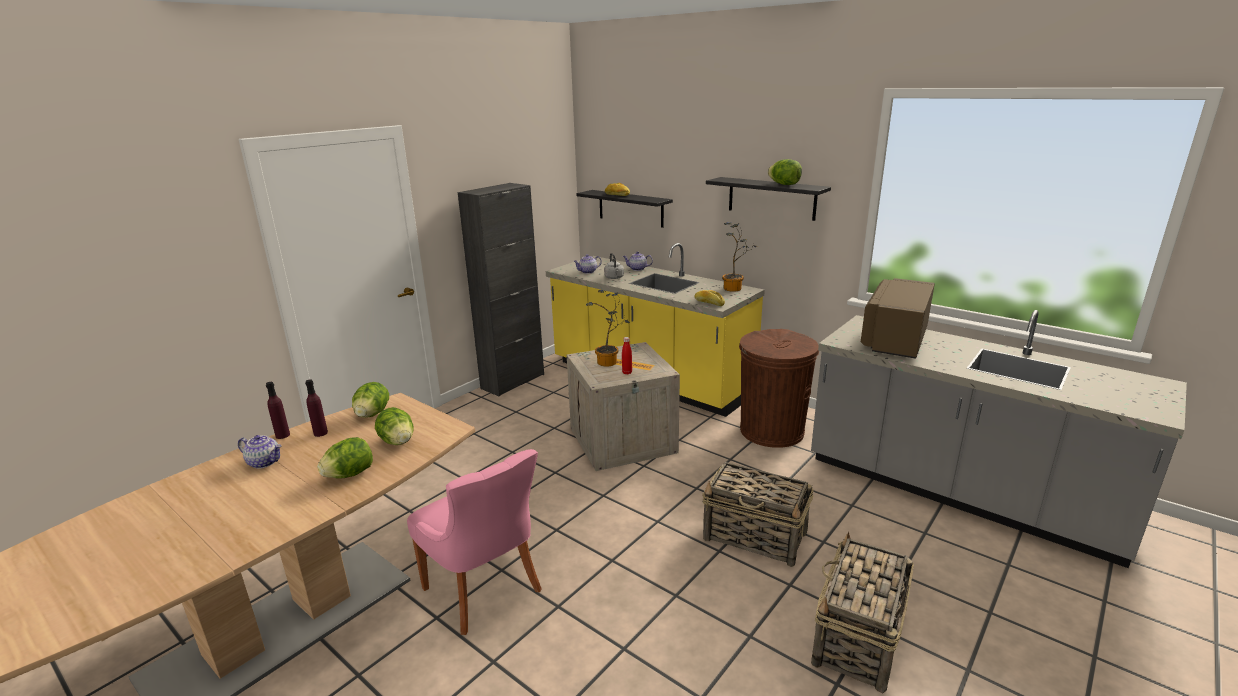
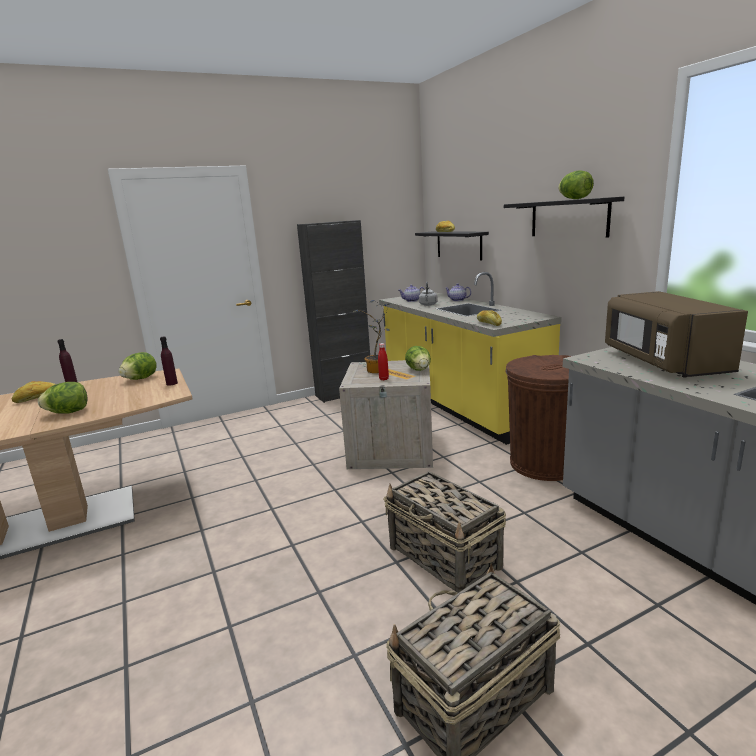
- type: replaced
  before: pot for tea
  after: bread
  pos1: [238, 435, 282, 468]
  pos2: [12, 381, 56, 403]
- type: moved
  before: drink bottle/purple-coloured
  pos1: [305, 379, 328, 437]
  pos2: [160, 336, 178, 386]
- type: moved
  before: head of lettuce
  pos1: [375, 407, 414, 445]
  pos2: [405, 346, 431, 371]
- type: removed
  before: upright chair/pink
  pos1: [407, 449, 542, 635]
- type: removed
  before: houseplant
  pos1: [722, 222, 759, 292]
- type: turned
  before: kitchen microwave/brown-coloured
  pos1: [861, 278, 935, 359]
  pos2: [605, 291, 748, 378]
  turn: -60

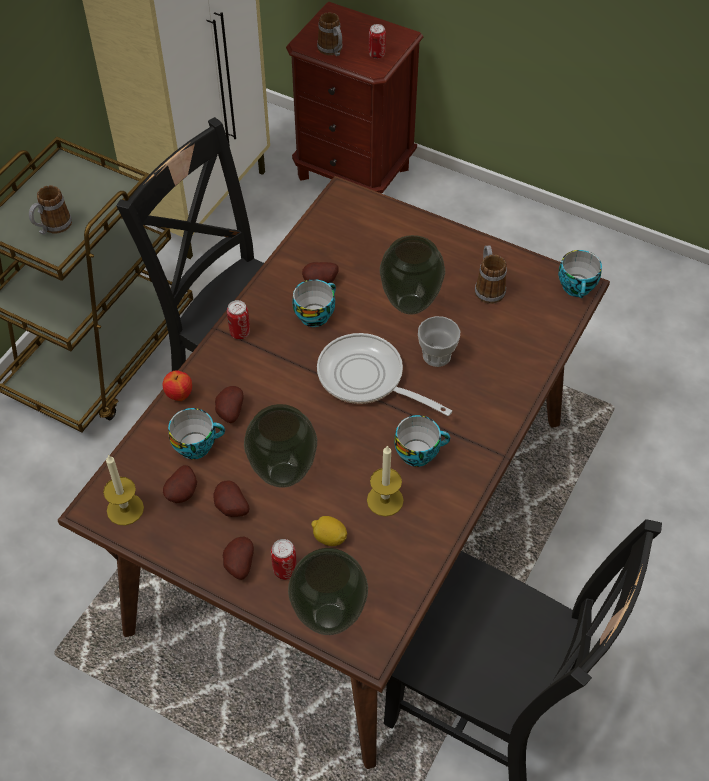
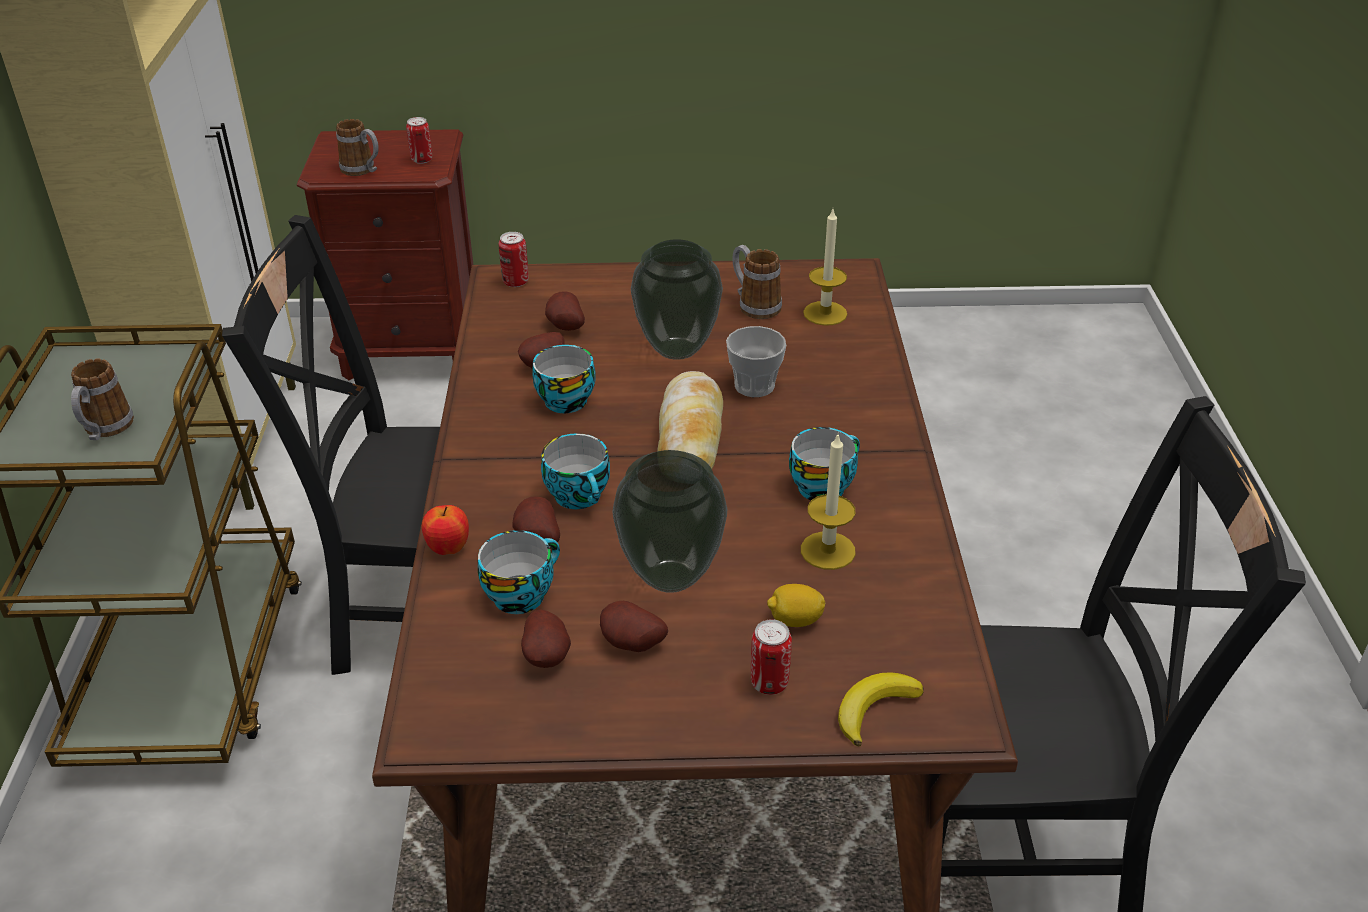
- type: moved
  before: wax light
  pos1: [103, 454, 144, 525]
  pos2: [803, 209, 847, 326]
- type: moved
  before: potato
  pos1: [223, 537, 254, 580]
  pos2: [545, 291, 585, 331]
- type: moved
  before: metal can
  pos1: [227, 300, 250, 339]
  pos2: [499, 232, 529, 287]
- type: replaced
  before: decorative vase
  after: banana fruit
  pos1: [288, 548, 368, 635]
  pos2: [838, 672, 924, 747]
- type: replaced
  before: pan
  after: bread
  pos1: [317, 333, 452, 416]
  pos2: [657, 371, 723, 469]
- type: moved
  before: small cup
  pos1: [558, 250, 602, 298]
  pos2: [541, 433, 610, 509]

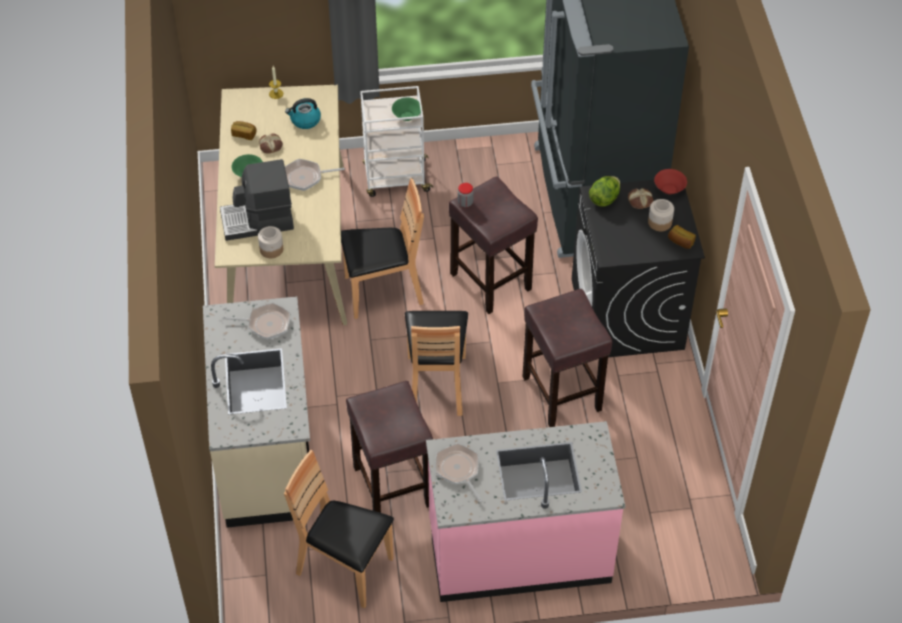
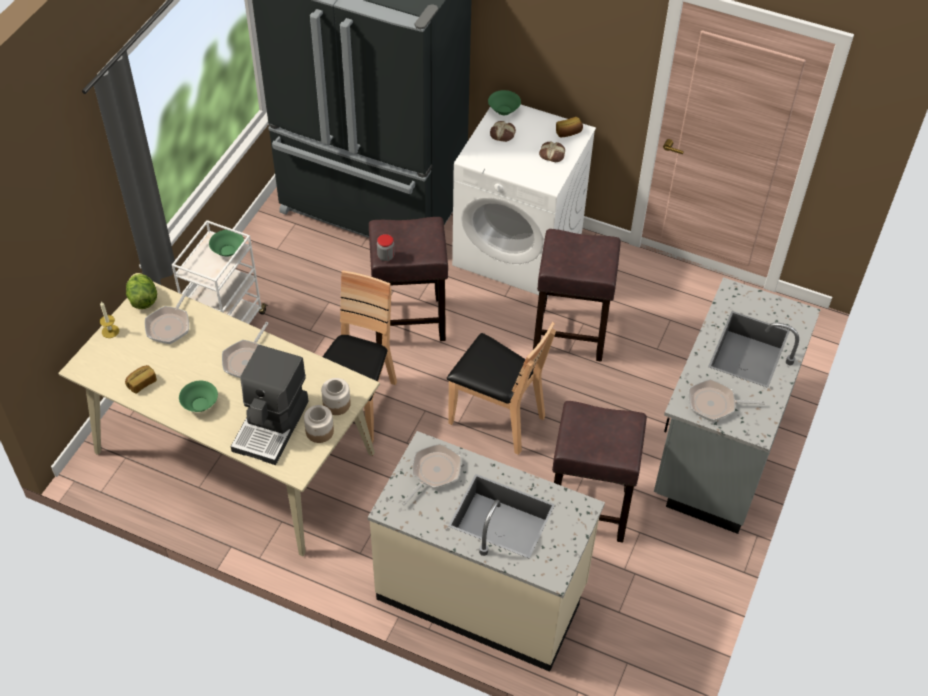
- type: moved
  before: bread
  pos1: [259, 134, 283, 154]
  pos2: [539, 142, 565, 162]
- type: removed
  before: upright chair/brown-coloured
  pos1: [284, 450, 394, 608]
- type: replaced
  before: water kettle
  after: pan
  pos1: [285, 98, 321, 129]
  pos2: [145, 288, 189, 344]
- type: recoloured
  before: kitchen counter/pink
  after: kitchen counter/grey
  pos1: [426, 421, 625, 602]
  pos2: [654, 277, 821, 534]
- type: recoloured
  before: laundry machine/black-coloured
  after: laundry machine/white
  pos1: [572, 180, 705, 357]
  pos2: [452, 105, 596, 297]
- type: moved
  before: head of lettuce
  pos1: [589, 176, 620, 207]
  pos2: [126, 273, 157, 309]
- type: moved
  before: storage jar
  pos1: [648, 199, 674, 231]
  pos2: [321, 378, 351, 415]
- type: recoloured
  before: deep dish/red-coloured
  after: deep dish/greenish
  pos1: [654, 169, 687, 194]
  pos2: [488, 90, 521, 115]

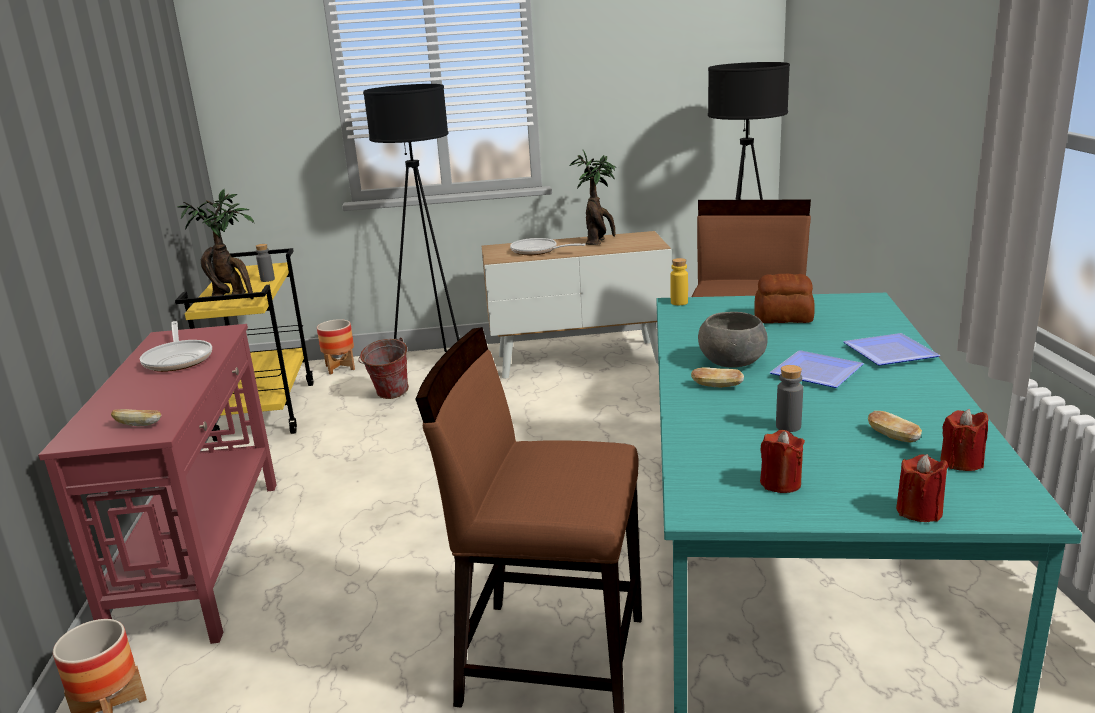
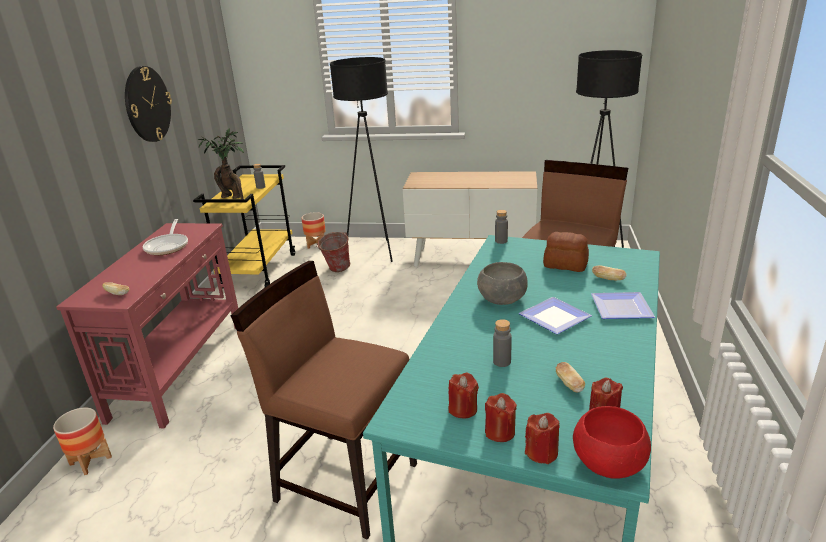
- type: removed
  before: pan
  pos1: [510, 238, 586, 255]
- type: removed
  before: houseplant
  pos1: [569, 150, 617, 245]
- type: recoloured
  before: drink bottle/yellowish
  after: drink bottle/grey
  pos1: [670, 258, 688, 305]
  pos2: [495, 210, 508, 244]
- type: moved
  before: bread
  pos1: [691, 367, 744, 388]
  pos2: [592, 266, 627, 280]
- type: added
  after: hanging clock
  pos2: [125, 66, 172, 142]
- type: added
  after: wax light/red-coloured
  pos2: [485, 393, 517, 442]
- type: added
  after: deep dish/red-coloured
  pos2: [573, 406, 651, 479]

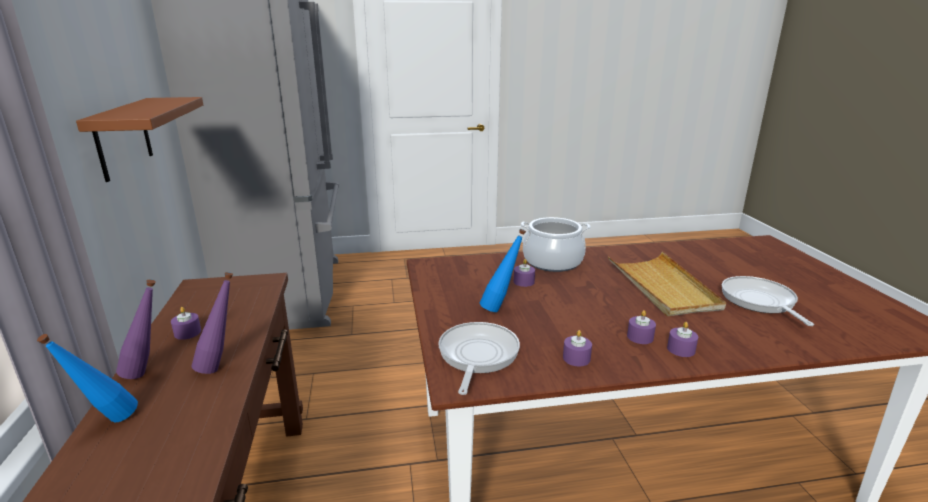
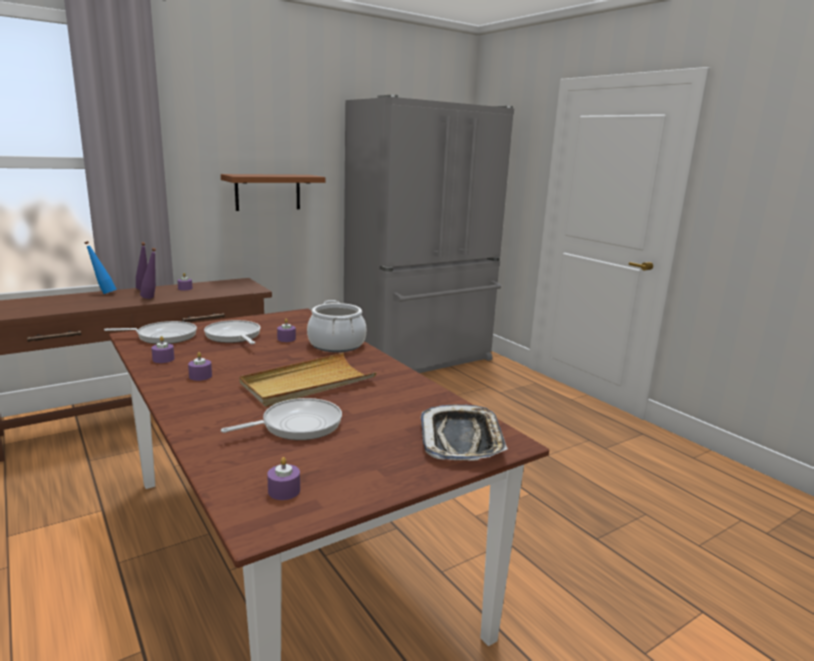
- type: replaced
  before: drink bottle/bluish
  after: pan
  pos1: [480, 229, 526, 312]
  pos2: [204, 320, 261, 344]
- type: moved
  before: wax light/purple-coloured
  pos1: [667, 322, 698, 357]
  pos2: [267, 457, 300, 500]
- type: added
  after: tray
  pos2: [421, 404, 508, 461]

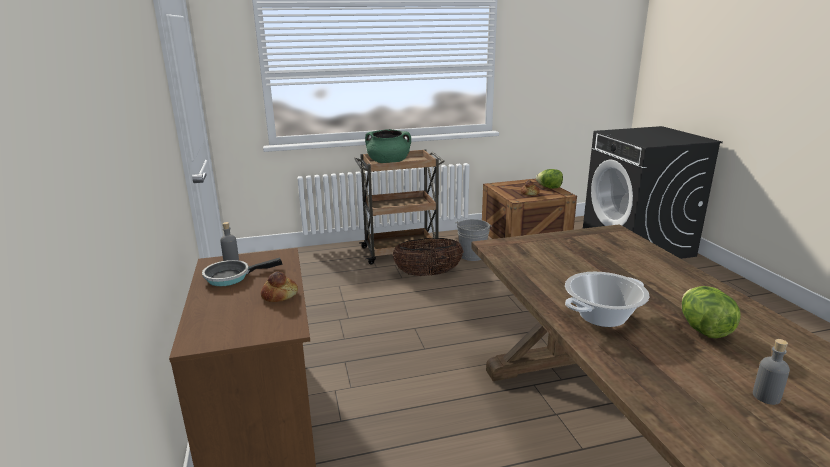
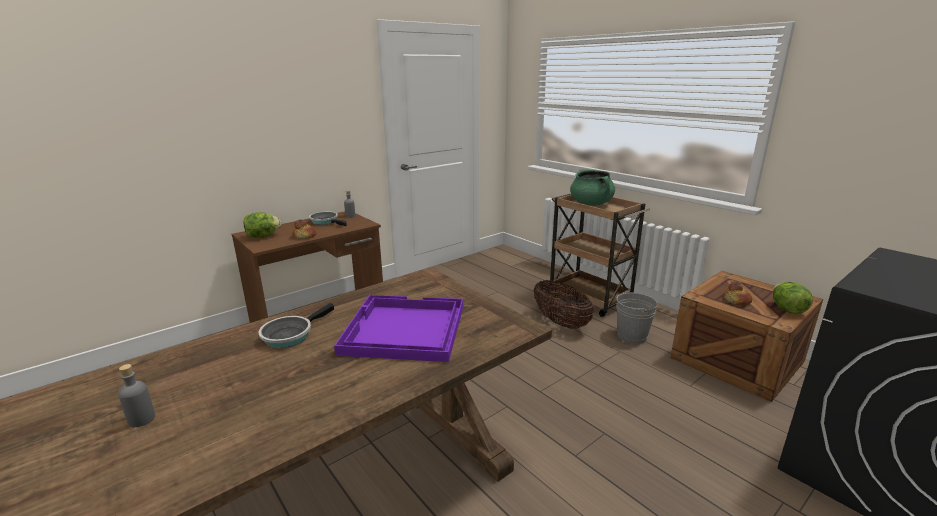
- type: replaced
  before: cooking pot
  after: pan
  pos1: [565, 272, 650, 327]
  pos2: [258, 303, 334, 348]
- type: moved
  before: head of lettuce
  pos1: [682, 286, 741, 339]
  pos2: [243, 212, 281, 238]
- type: added
  after: tray/purple-coloured
  pos2: [334, 295, 463, 362]

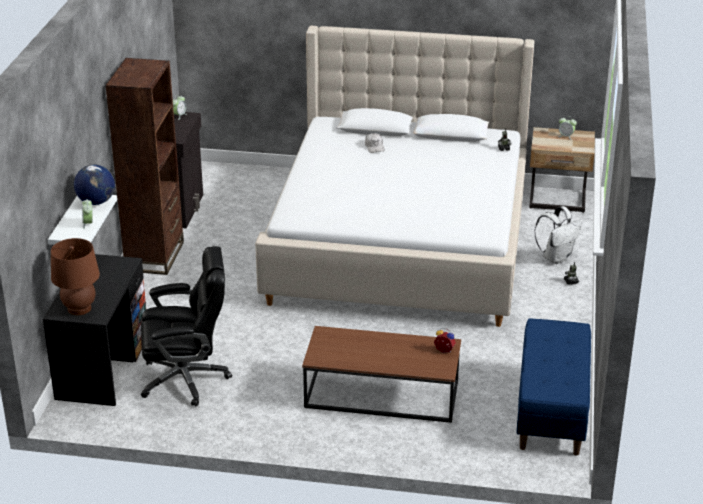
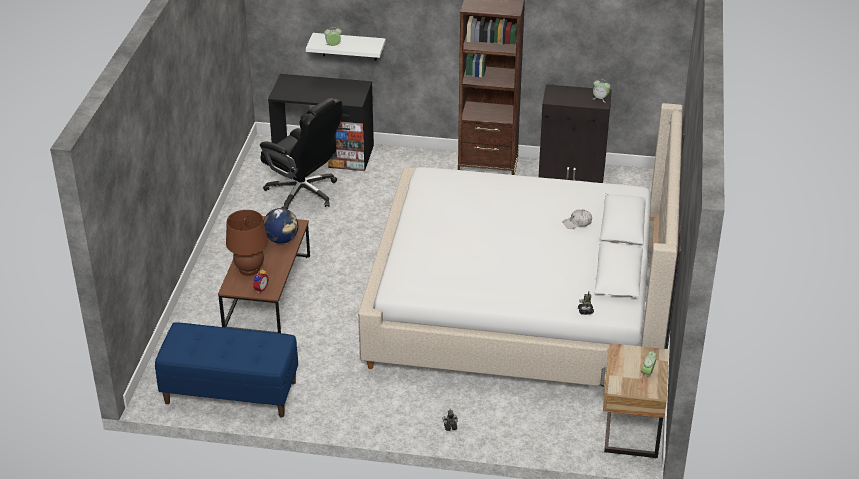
- type: moved
  before: lamp for a table/brown-coloured
  pos1: [51, 238, 100, 315]
  pos2: [226, 210, 268, 276]
- type: moved
  before: globe
  pos1: [74, 165, 115, 205]
  pos2: [264, 208, 298, 244]
- type: turned
  before: computer chair/black-coloured
  pos1: [141, 246, 232, 406]
  pos2: [260, 98, 342, 209]
  turn: -45
- type: removed
  before: knapsack/white
  pos1: [534, 206, 582, 264]

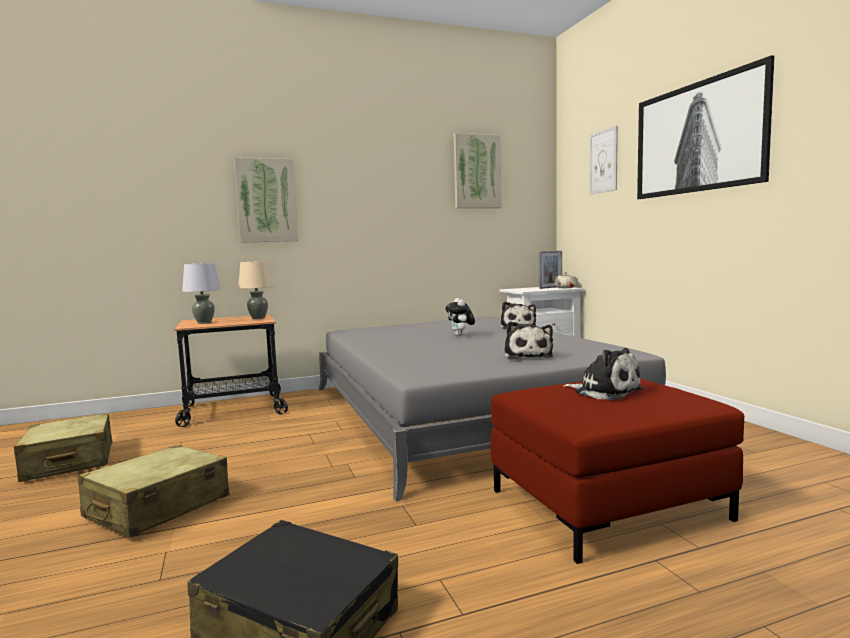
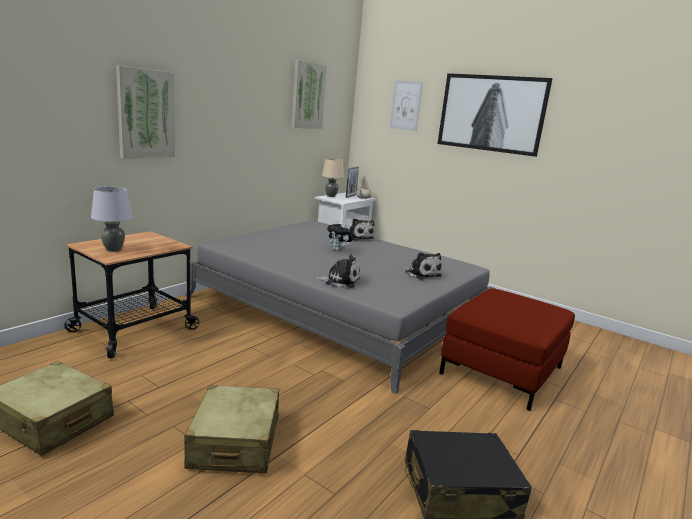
- type: moved
  before: lamp for a table/beige-coloured
  pos1: [238, 261, 274, 319]
  pos2: [322, 158, 344, 197]
- type: moved
  before: plush toy
  pos1: [563, 348, 643, 400]
  pos2: [315, 254, 360, 288]

